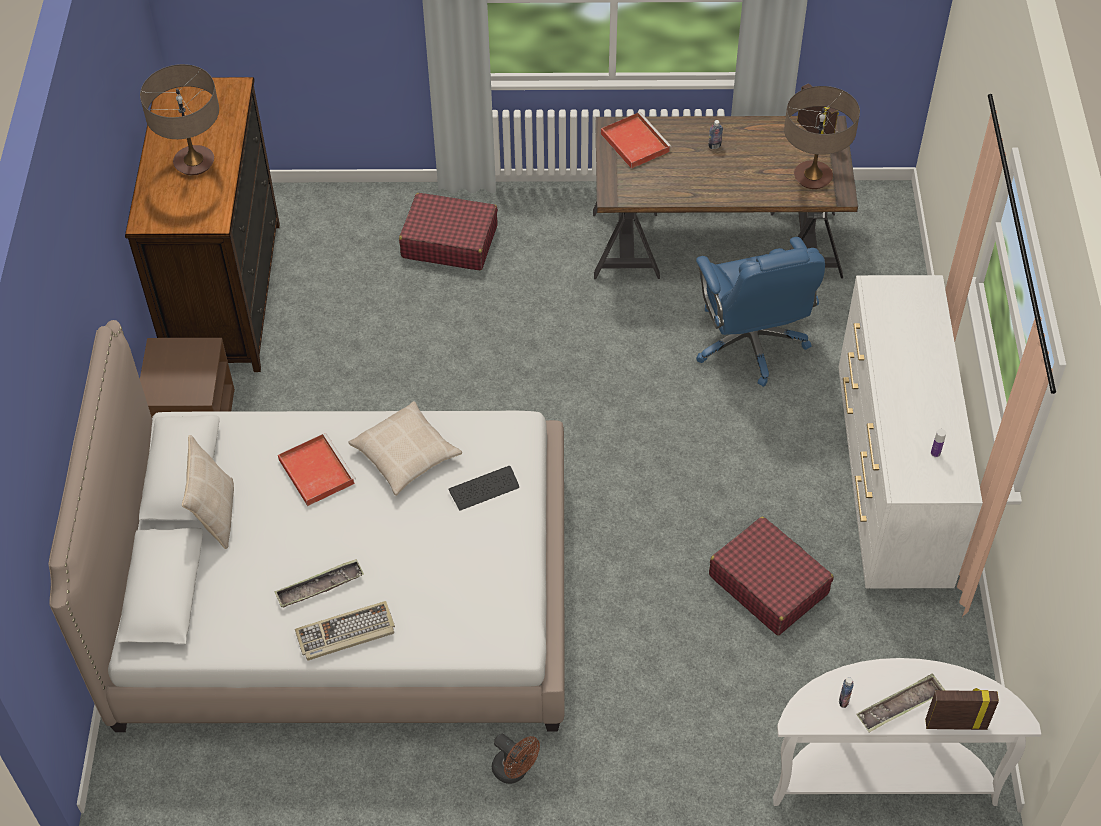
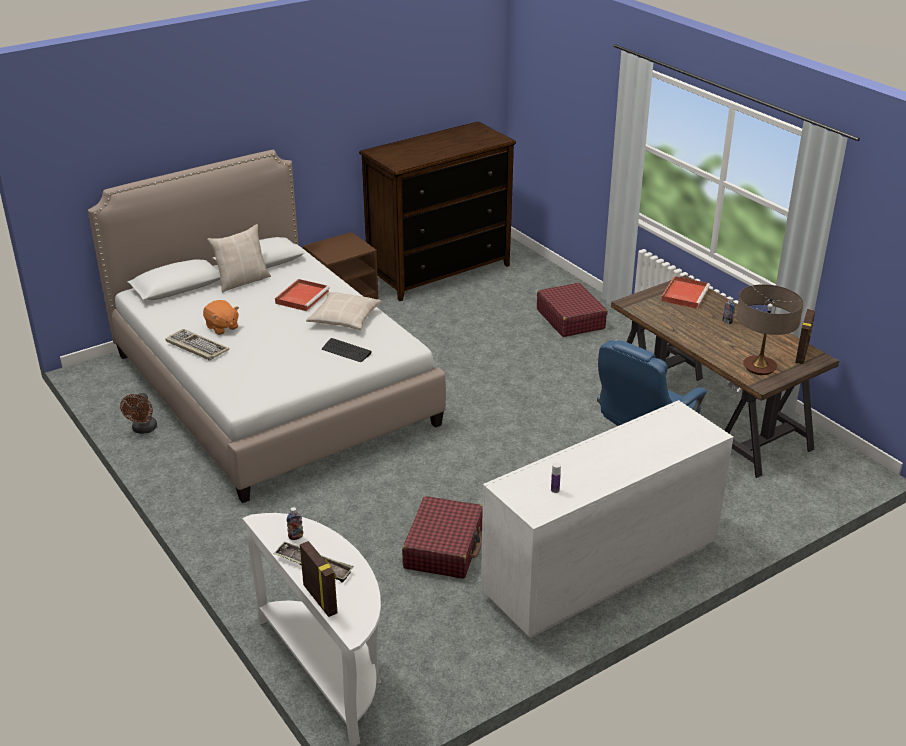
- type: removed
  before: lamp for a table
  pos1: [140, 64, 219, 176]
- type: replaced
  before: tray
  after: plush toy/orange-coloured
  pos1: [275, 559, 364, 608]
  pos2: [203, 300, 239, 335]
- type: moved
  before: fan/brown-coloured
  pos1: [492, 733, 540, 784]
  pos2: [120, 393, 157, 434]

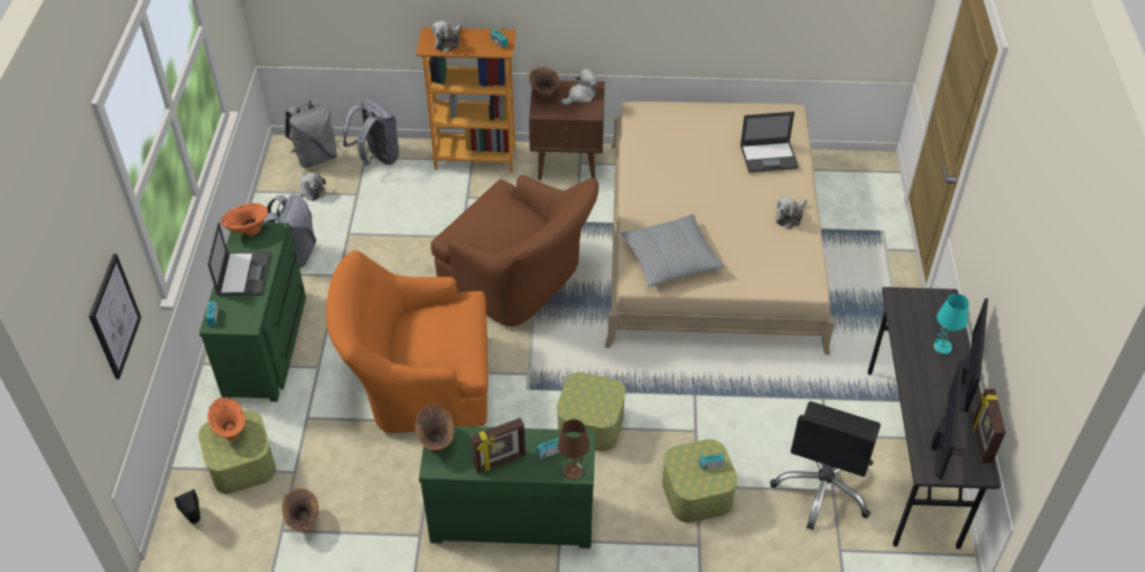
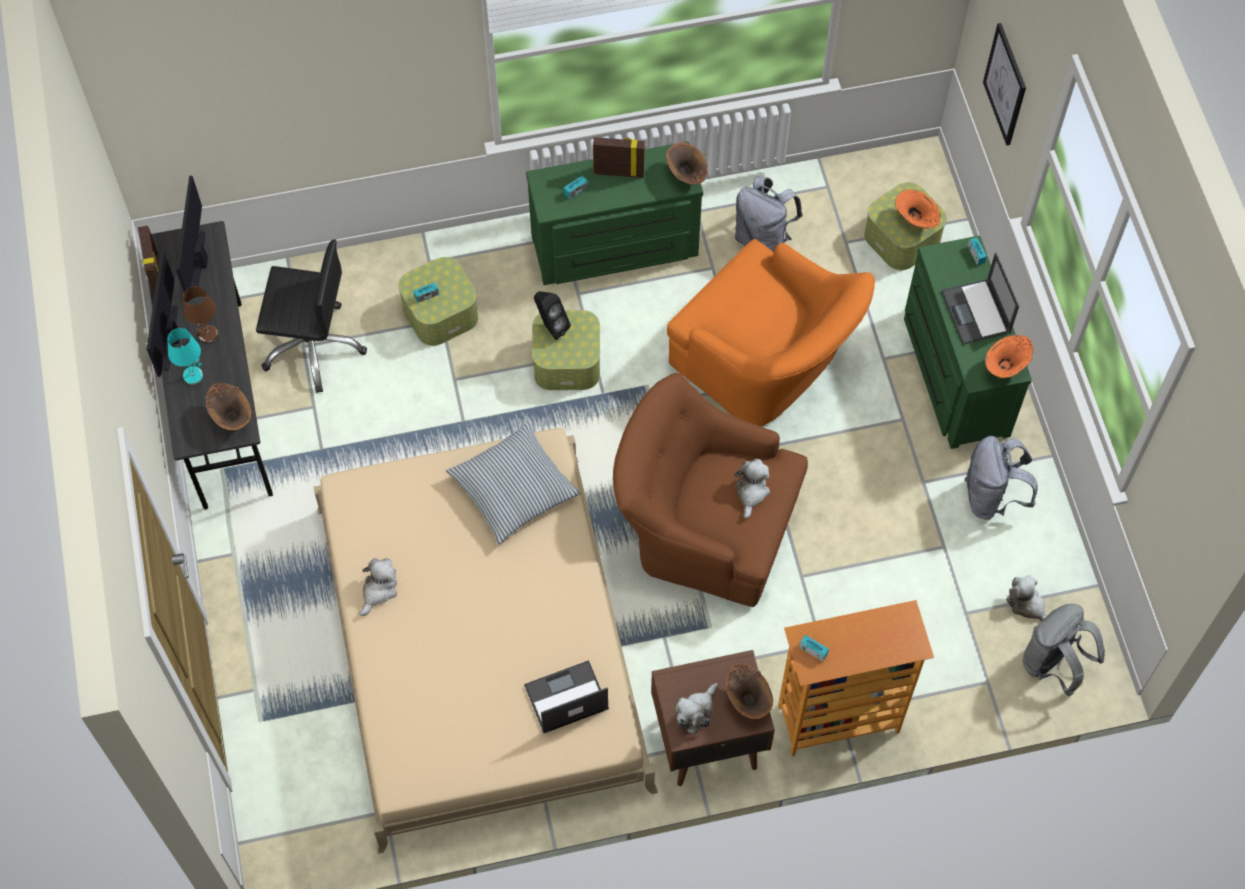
- type: moved
  before: loudspeaker/black-coloured
  pos1: [174, 489, 200, 524]
  pos2: [534, 291, 571, 340]
- type: moved
  before: decorative vase/brown-coloured
  pos1: [282, 488, 319, 532]
  pos2: [205, 383, 252, 431]
- type: turned
  before: armchair/orange-coloured
  pos1: [326, 250, 488, 433]
  pos2: [667, 239, 875, 426]
  turn: 60
- type: moved
  before: knapsack/grey
  pos1: [343, 99, 399, 166]
  pos2: [735, 176, 803, 252]
- type: moved
  before: plush toy
  pos1: [432, 21, 462, 53]
  pos2: [734, 459, 770, 519]
- type: turned
  before: photo frame
  pos1: [471, 418, 526, 473]
  pos2: [593, 137, 645, 178]
  turn: 45
- type: moved
  before: lamp for a table/brown-coloured
  pos1: [557, 419, 590, 480]
  pos2: [183, 286, 218, 343]
- type: moved
  before: laptop
  pos1: [740, 111, 799, 173]
  pos2: [524, 660, 609, 733]
- type: turned
  before: computer chair/black-coloured
  pos1: [770, 401, 881, 530]
  pos2: [256, 239, 367, 393]
  turn: 90

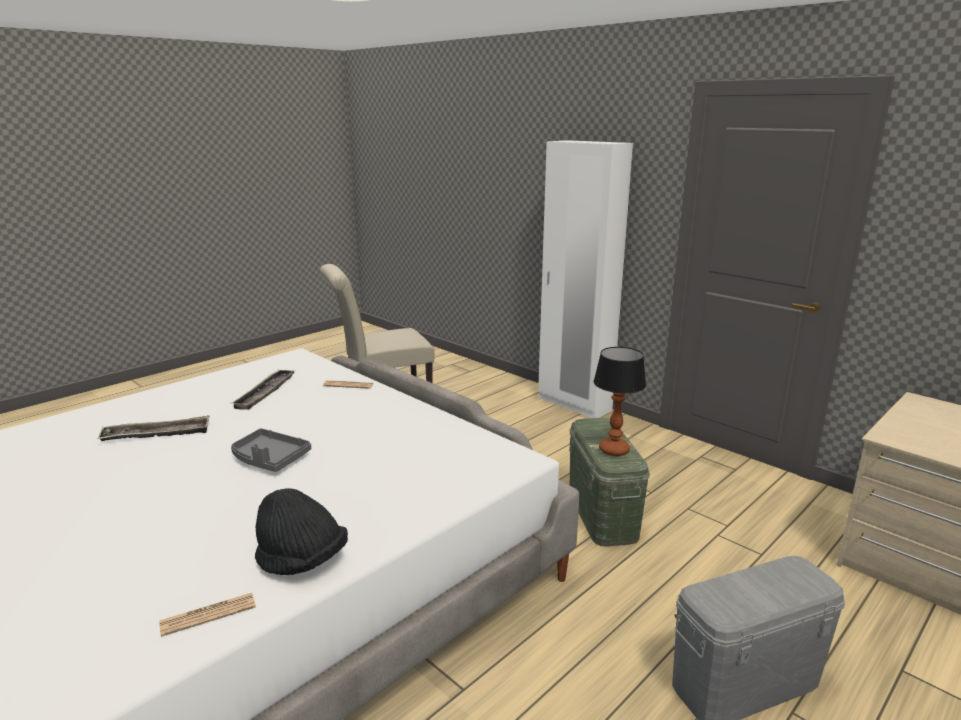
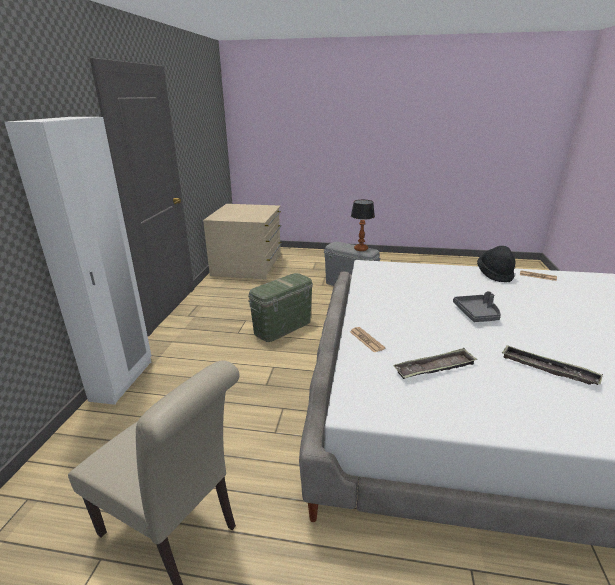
- type: moved
  before: lamp for a table
  pos1: [593, 347, 646, 456]
  pos2: [351, 200, 375, 251]

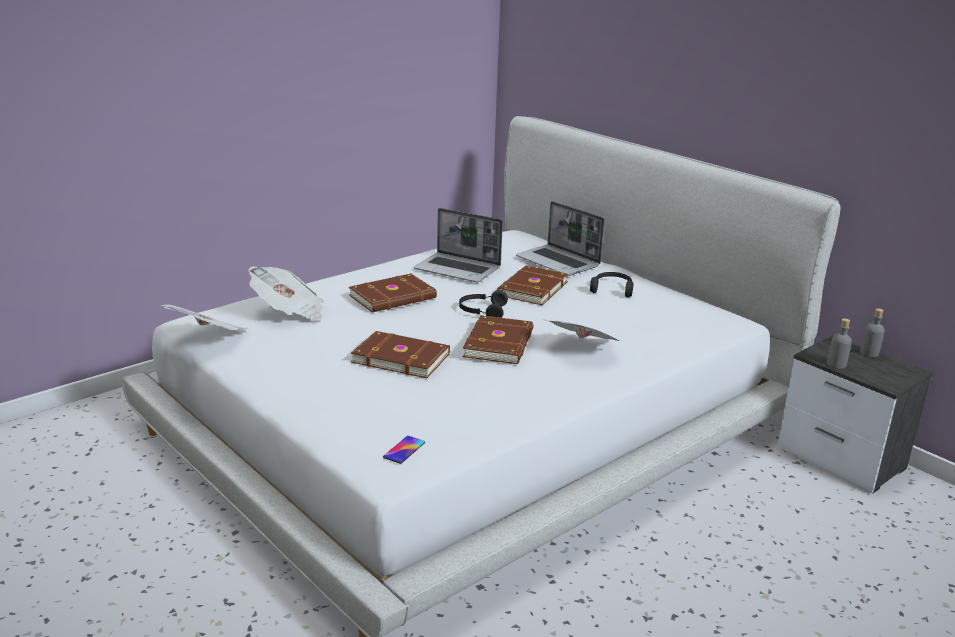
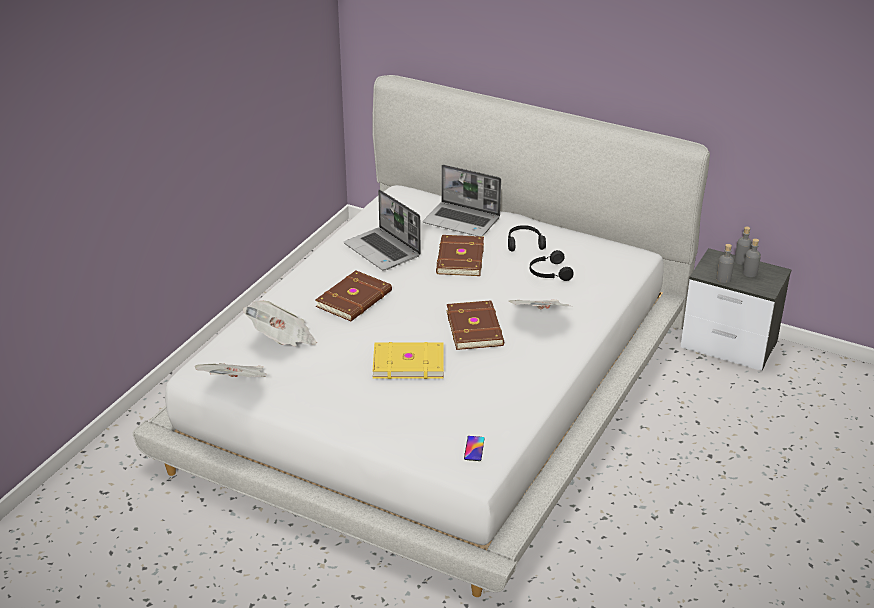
- type: recoloured
  before: book/brown-coloured
  after: book/yellowish
  pos1: [351, 331, 450, 378]
  pos2: [372, 342, 444, 379]
- type: turned
  before: laptop
  pos1: [414, 208, 503, 282]
  pos2: [344, 189, 421, 271]
  turn: 45
- type: moved
  before: headset/black-coloured
  pos1: [459, 290, 508, 318]
  pos2: [530, 250, 574, 281]
- type: added
  after: drink bottle/grey
  pos2: [743, 239, 761, 277]

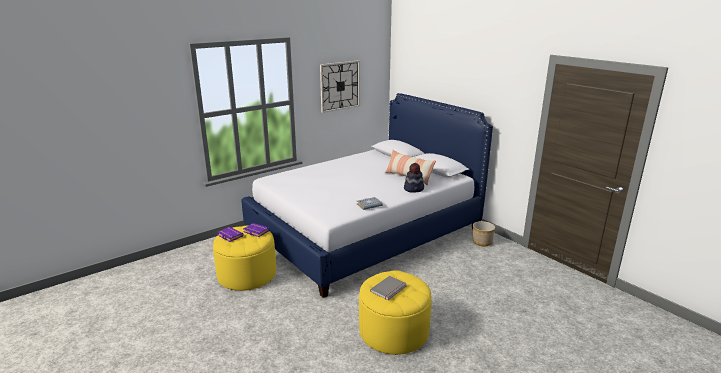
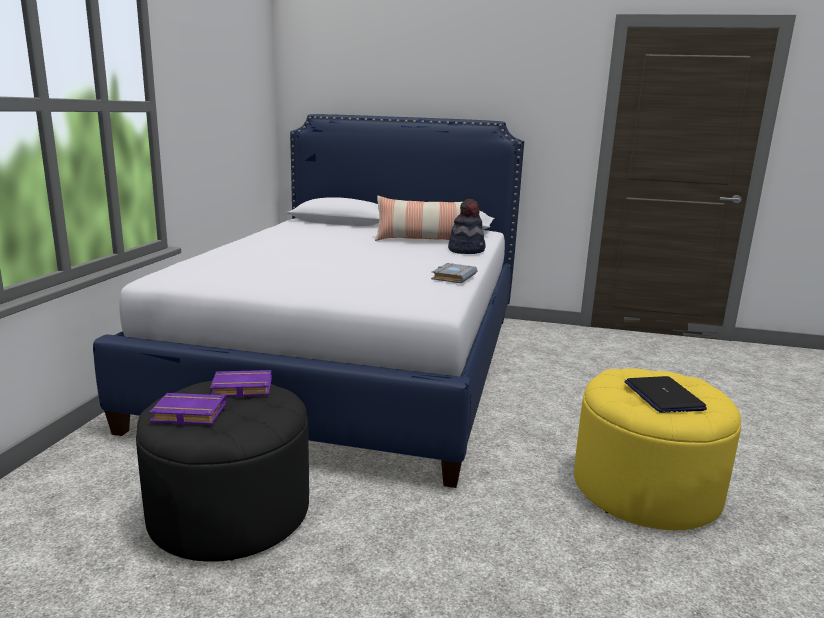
- type: recoloured
  before: pouffe/yellowish
  after: pouffe/black-coloured
  pos1: [213, 225, 276, 291]
  pos2: [136, 381, 309, 562]
- type: removed
  before: hanging clock
  pos1: [320, 60, 360, 113]
- type: replaced
  before: book/grey
  after: laptop
  pos1: [370, 276, 407, 300]
  pos2: [624, 376, 707, 413]
- type: removed
  before: flower pot
  pos1: [473, 221, 495, 246]

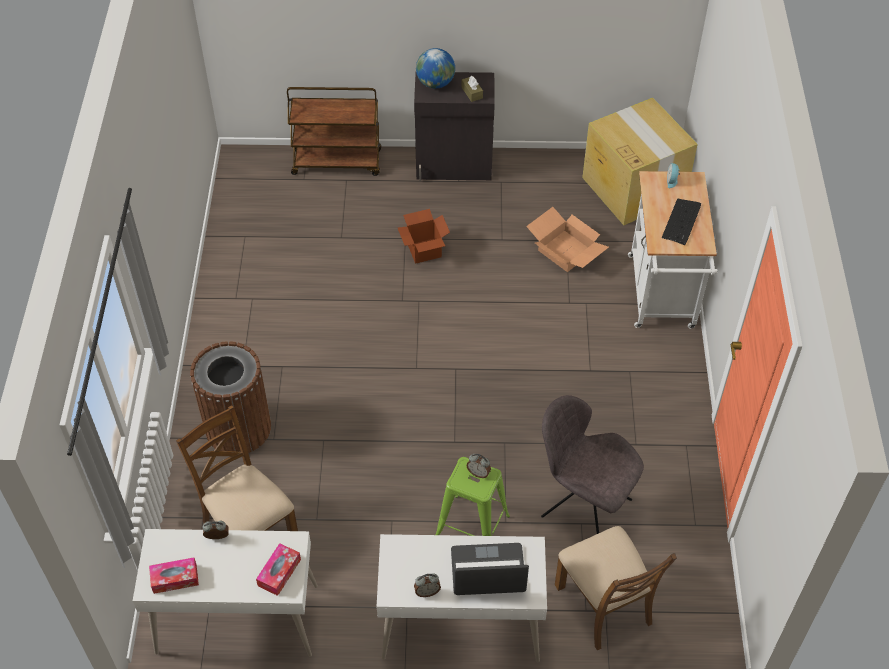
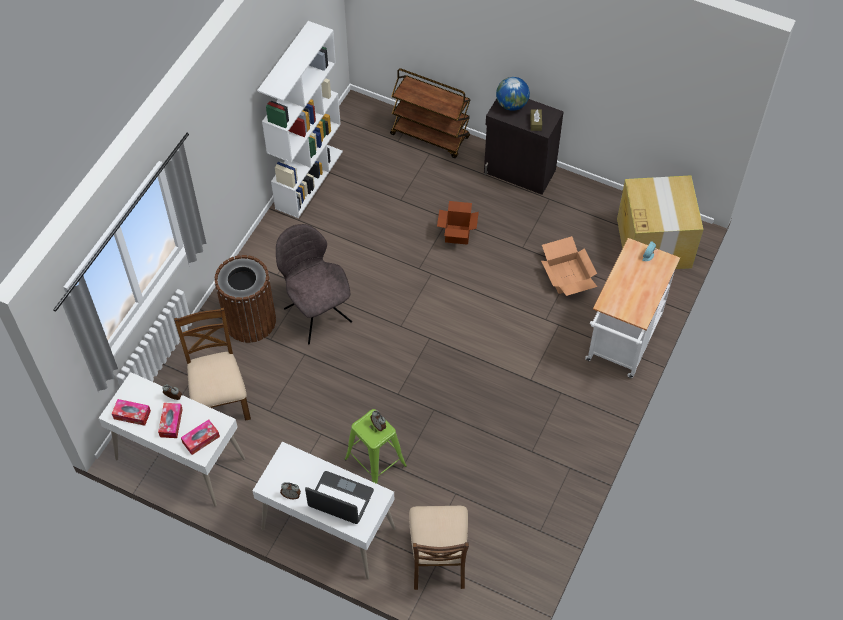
- type: moved
  before: upright chair/grey
  pos1: [541, 395, 644, 534]
  pos2: [276, 224, 352, 345]
- type: removed
  before: computer keyboard
  pos1: [662, 199, 701, 245]
- type: added
  after: tissue holder
  pos2: [158, 403, 183, 438]
- type: added
  after: bookshelf/white
  pos2: [257, 21, 343, 218]

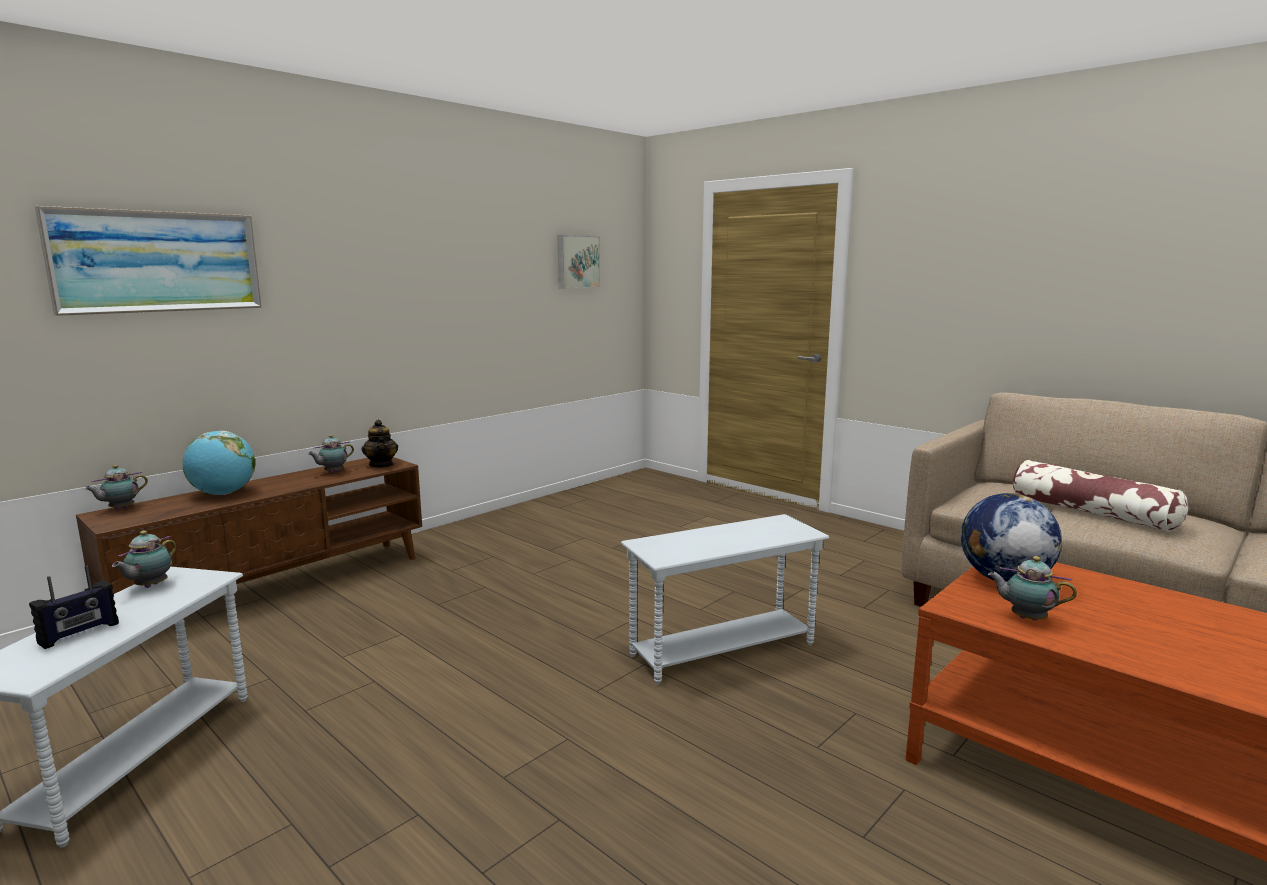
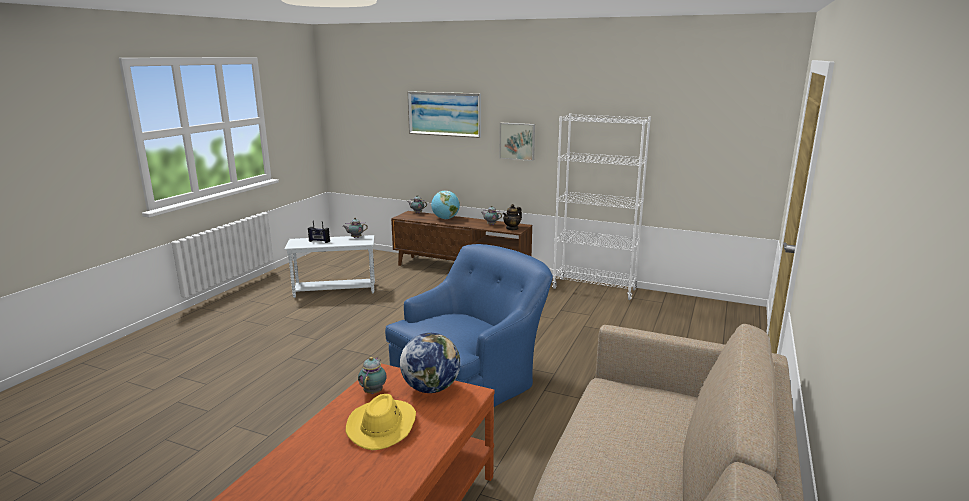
- type: moved
  before: picture
  pos1: [557, 235, 601, 289]
  pos2: [500, 123, 535, 161]
- type: replaced
  before: side table/white
  after: armchair/bluish
  pos1: [621, 514, 829, 684]
  pos2: [385, 244, 553, 407]
- type: removed
  before: cushion
  pos1: [1013, 460, 1188, 532]
- type: added
  after: wearable hat/yellowish
  pos2: [346, 394, 416, 450]
- type: added
  after: bookshelf/white
  pos2: [552, 114, 651, 300]

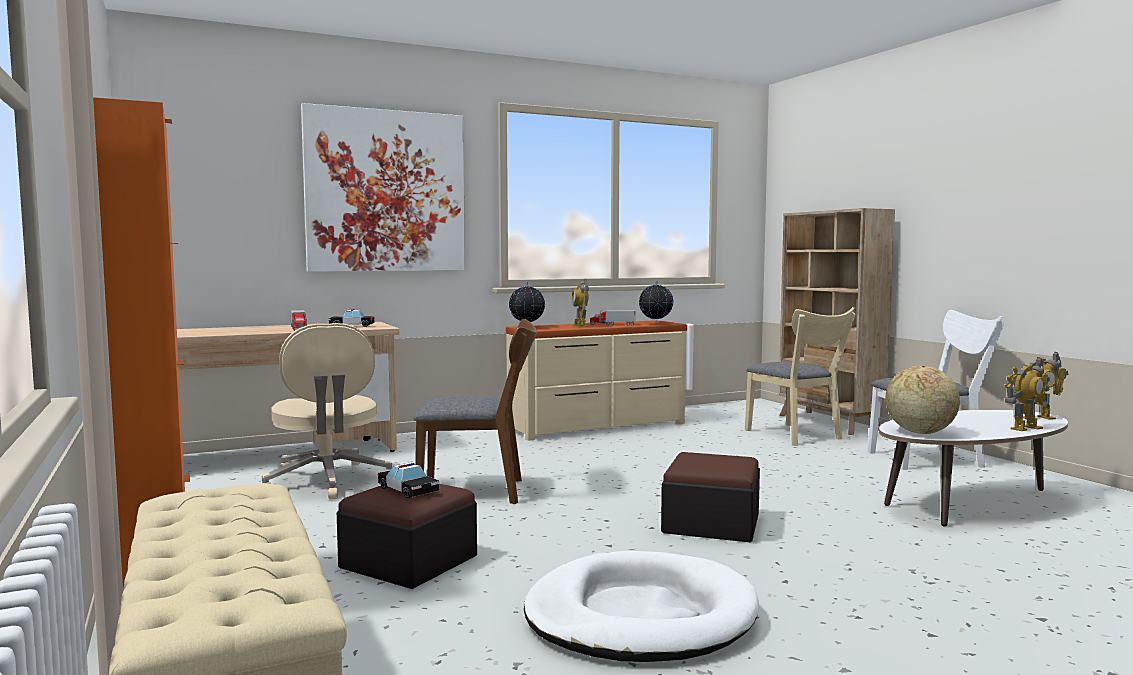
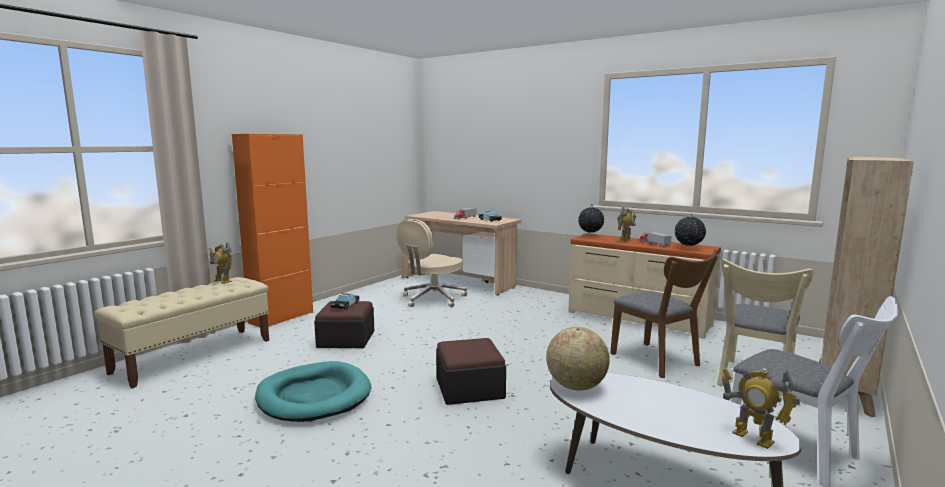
- type: removed
  before: picture
  pos1: [301, 103, 465, 272]
- type: moved
  before: upright chair/brown-coloured
  pos1: [414, 319, 538, 504]
  pos2: [610, 249, 718, 378]
- type: recoloured
  before: dog cushion/white
  after: dog cushion/turquoise
  pos1: [524, 551, 759, 662]
  pos2: [255, 361, 371, 422]
- type: moved
  before: robot figure
  pos1: [1005, 357, 1050, 431]
  pos2: [209, 242, 232, 284]

